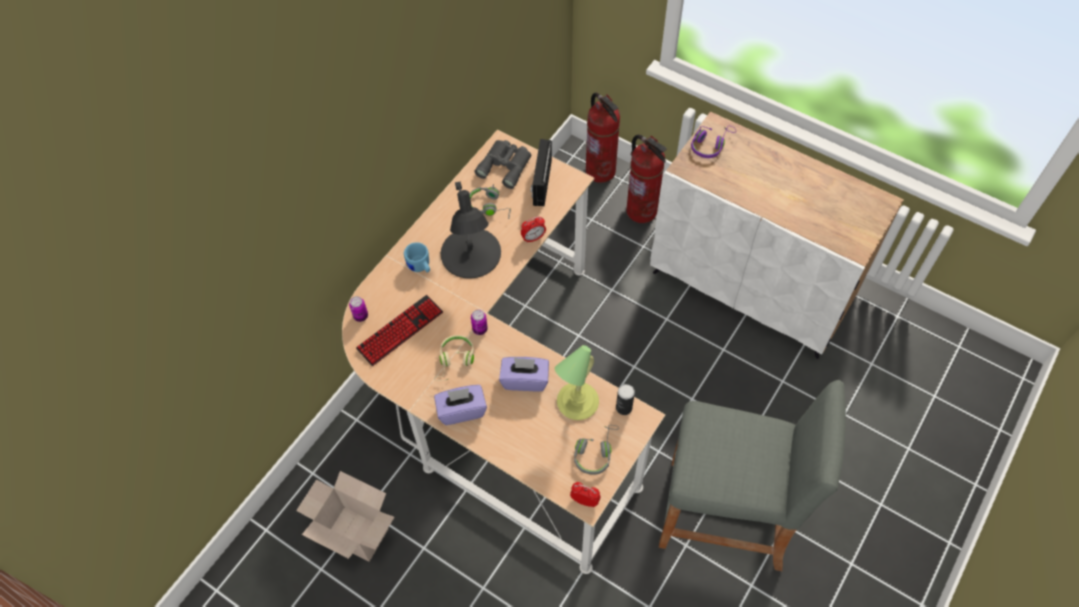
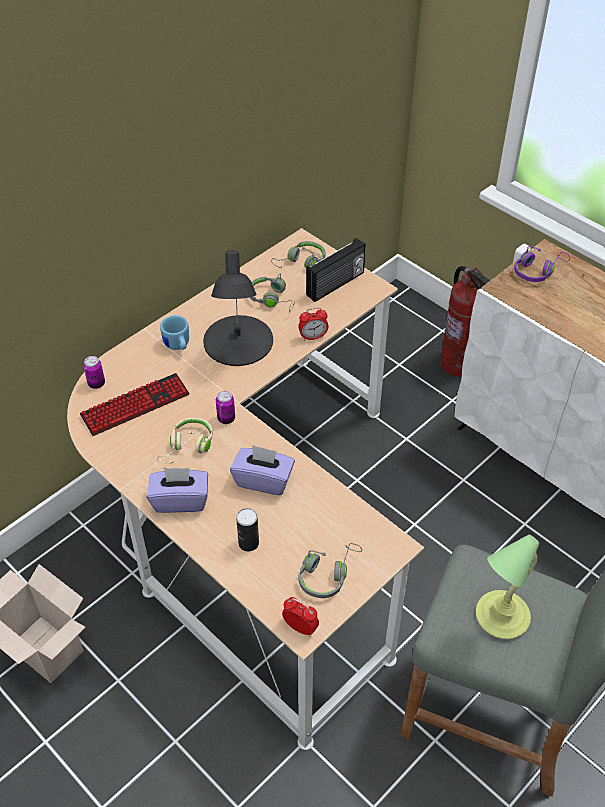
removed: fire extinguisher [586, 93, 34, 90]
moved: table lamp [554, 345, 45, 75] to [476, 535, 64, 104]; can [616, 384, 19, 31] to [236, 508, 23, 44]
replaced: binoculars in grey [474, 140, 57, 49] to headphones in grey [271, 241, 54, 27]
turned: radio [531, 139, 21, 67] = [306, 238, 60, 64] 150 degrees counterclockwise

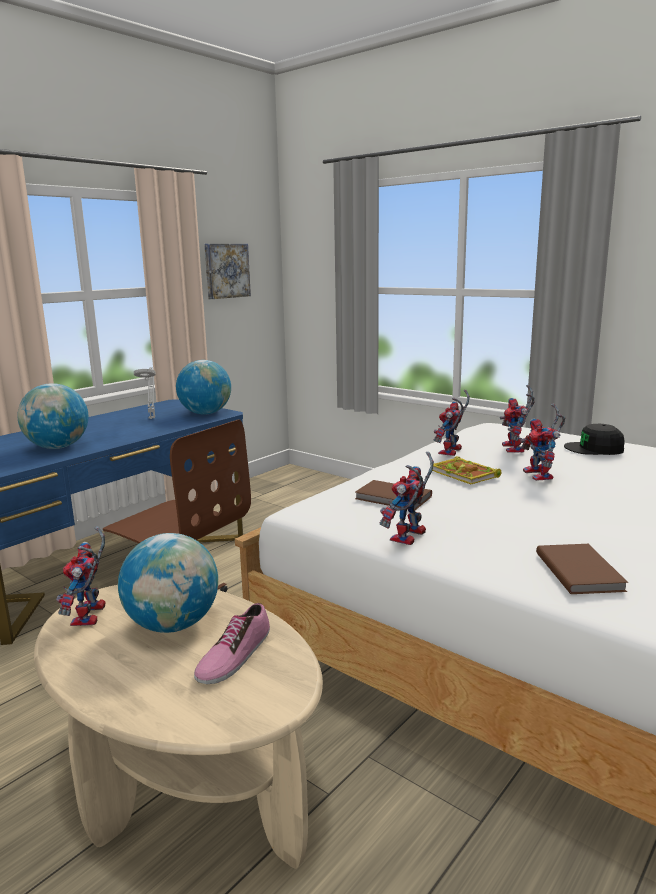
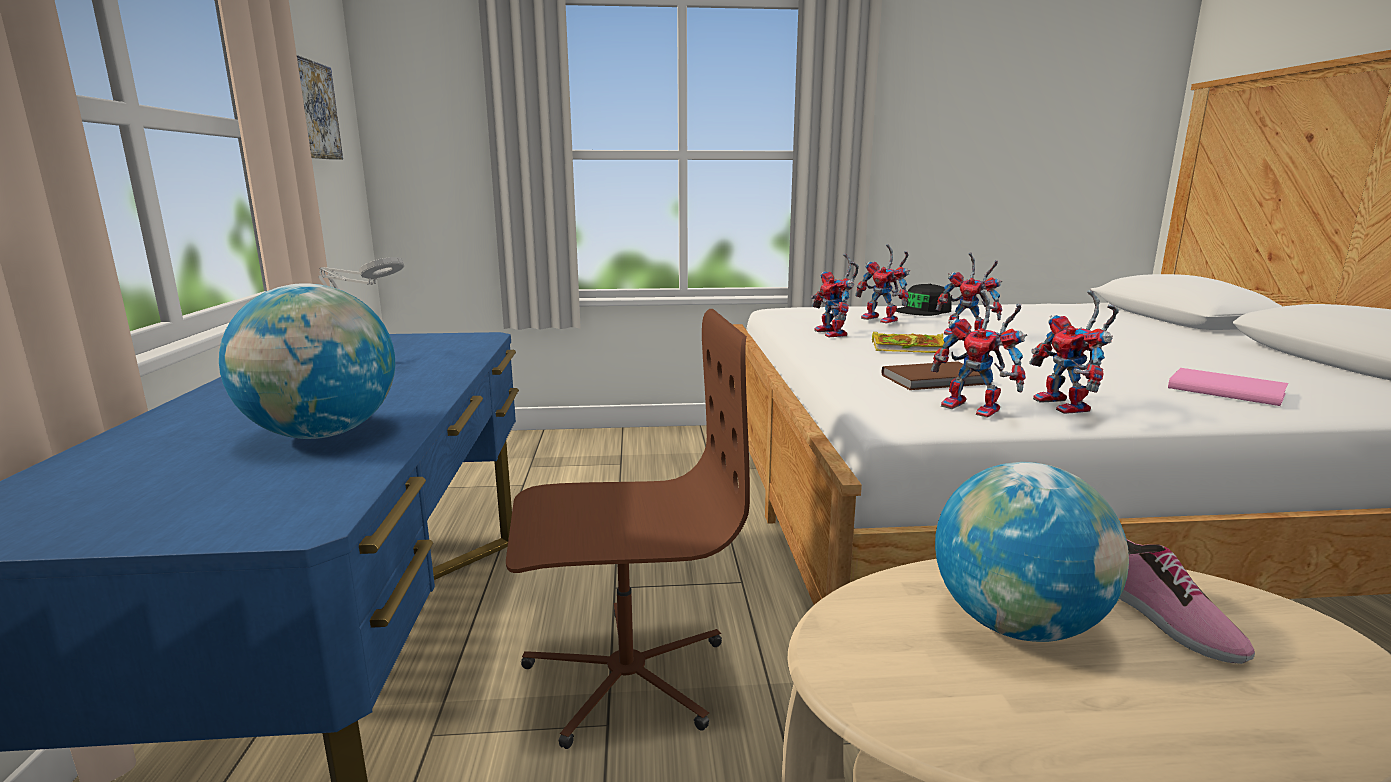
removed: globe [176, 360, 55, 55]
moved: toy robot [56, 526, 49, 100] to [931, 290, 96, 128]
recoloured: book in brown [536, 544, 92, 50] to book in pink [1168, 368, 120, 38]

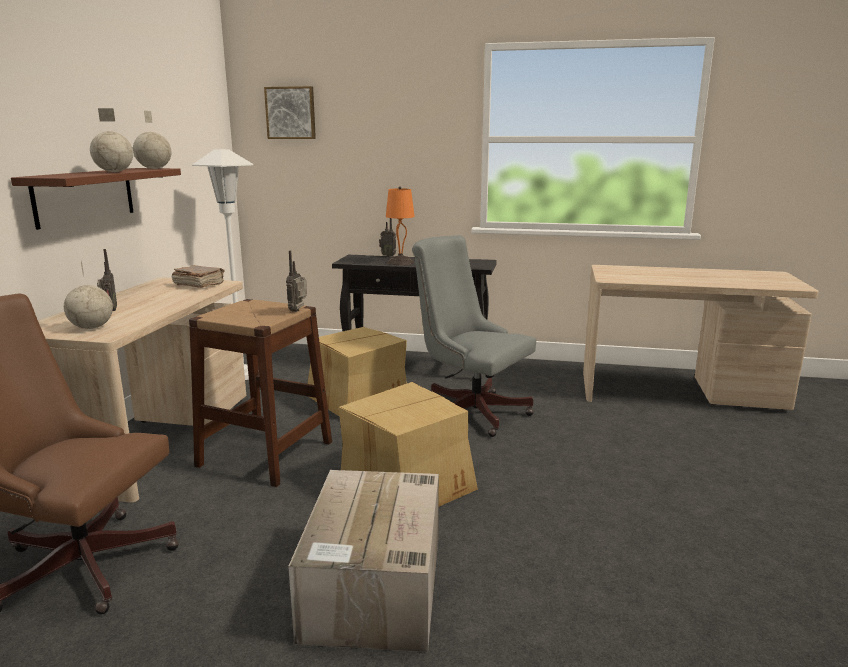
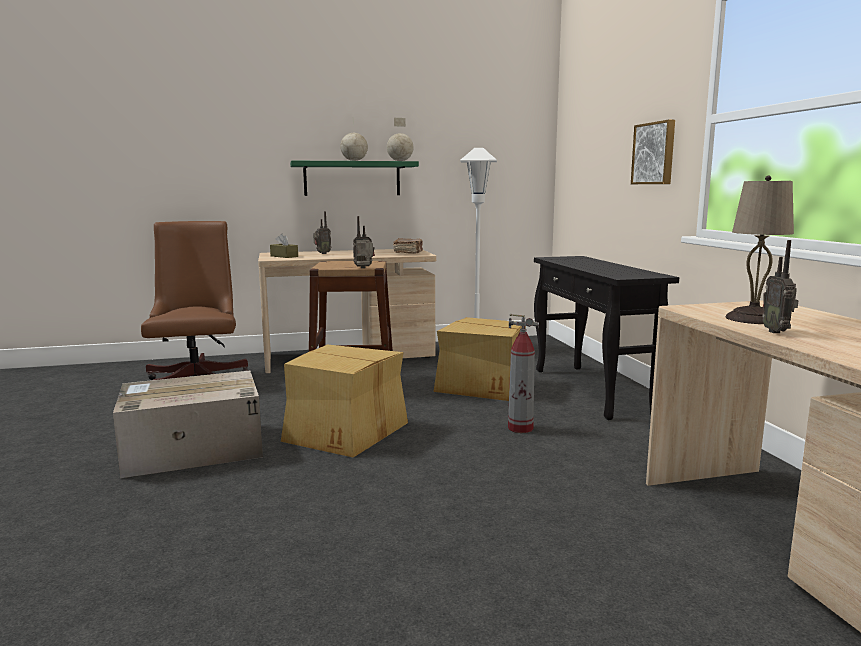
removed: table lamp in orange [386, 186, 29, 79]
added: table lamp in beige [725, 175, 69, 149]
moved: picture [264, 86, 52, 53] to [631, 120, 44, 64]; radio [379, 218, 17, 39] to [762, 240, 37, 93]
replaced: globe [64, 260, 49, 69] to tissue box in brown [270, 234, 28, 24]; office chair in grey [412, 235, 124, 202] to fire extinguisher [508, 314, 31, 119]
recoloured: shelf in brown [11, 168, 170, 62] to shelf in green [290, 161, 129, 35]

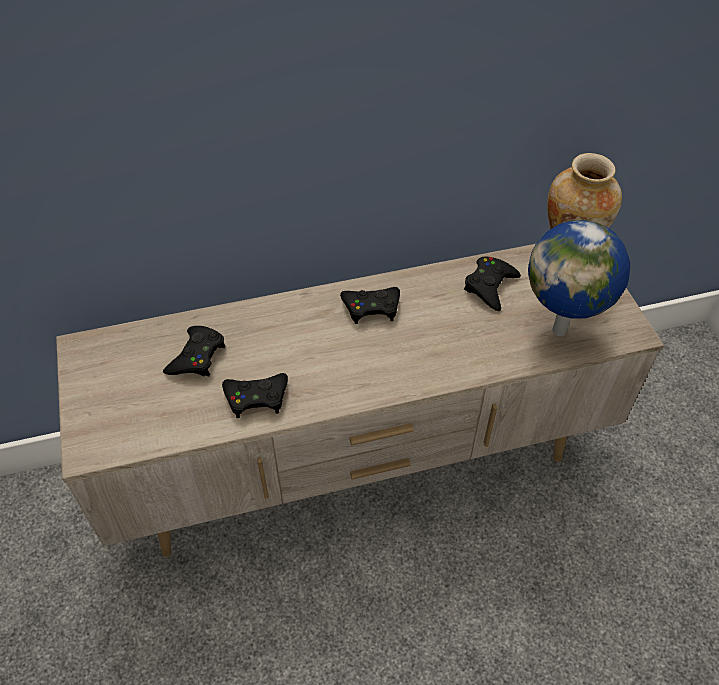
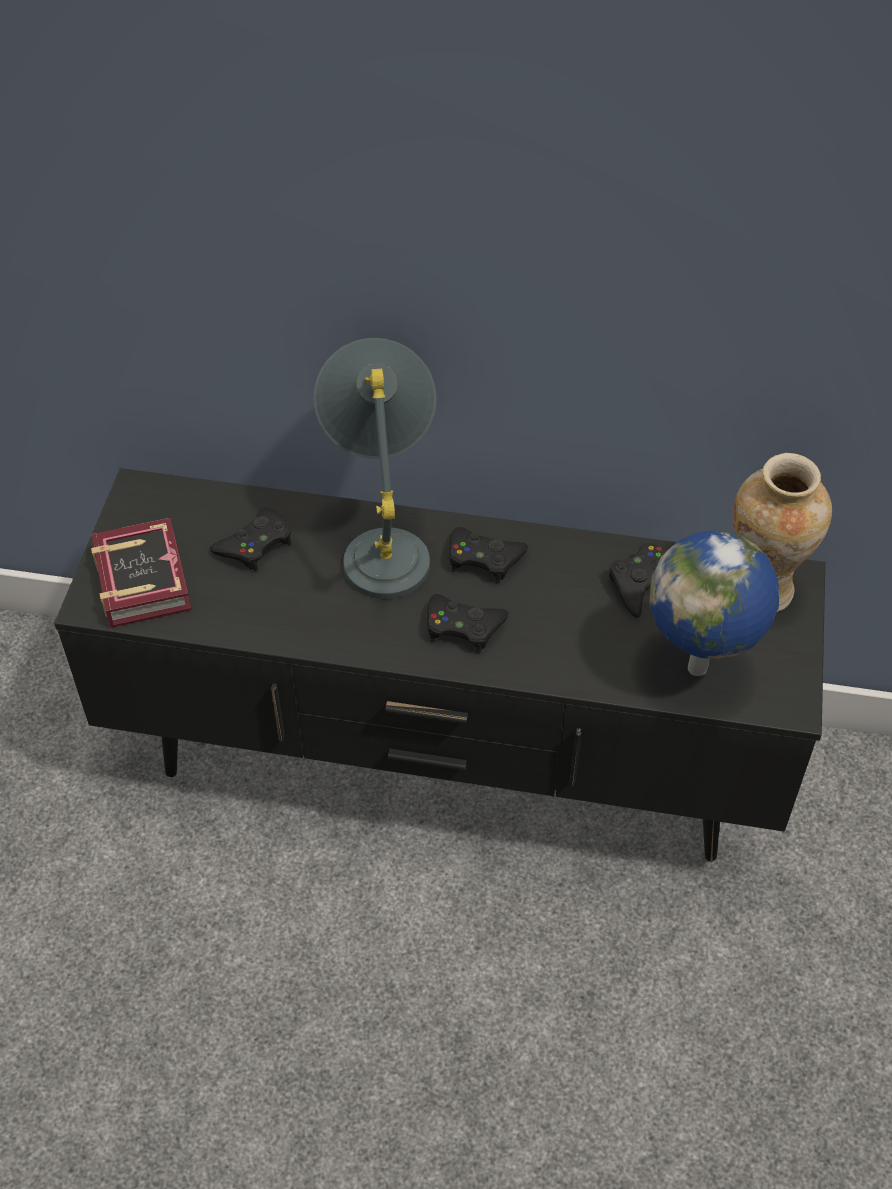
added: book [91, 518, 100, 110]; table lamp in grey [314, 338, 122, 261]
moved: game controller in black [222, 373, 66, 45] to [427, 594, 82, 59]
recoloured: tv stand in beige [56, 244, 608, 313] to tv stand in black [54, 468, 771, 393]

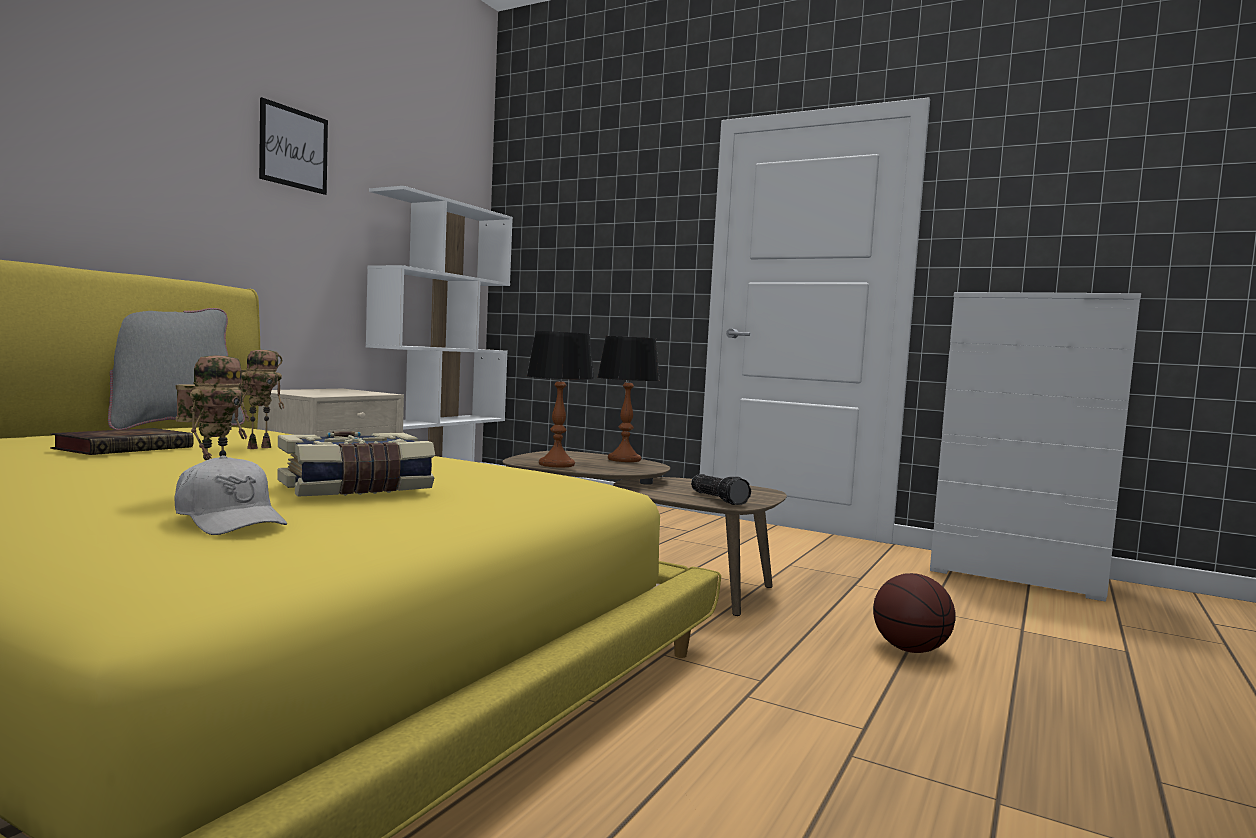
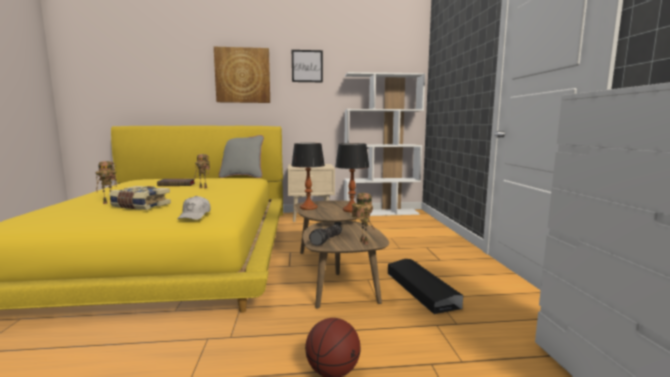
added: picture [214, 47, 56, 56]; toy robot [352, 193, 23, 52]; storage box in black [387, 259, 76, 55]
moved: cap in white [175, 455, 112, 80] to [177, 196, 34, 24]

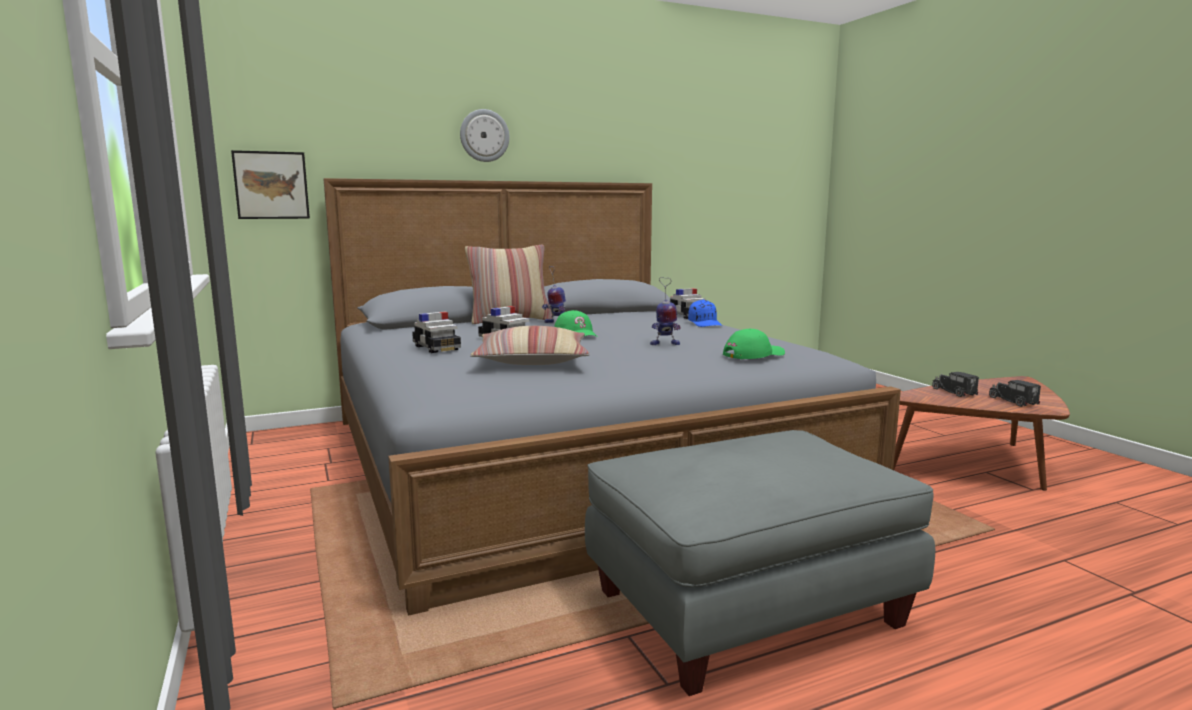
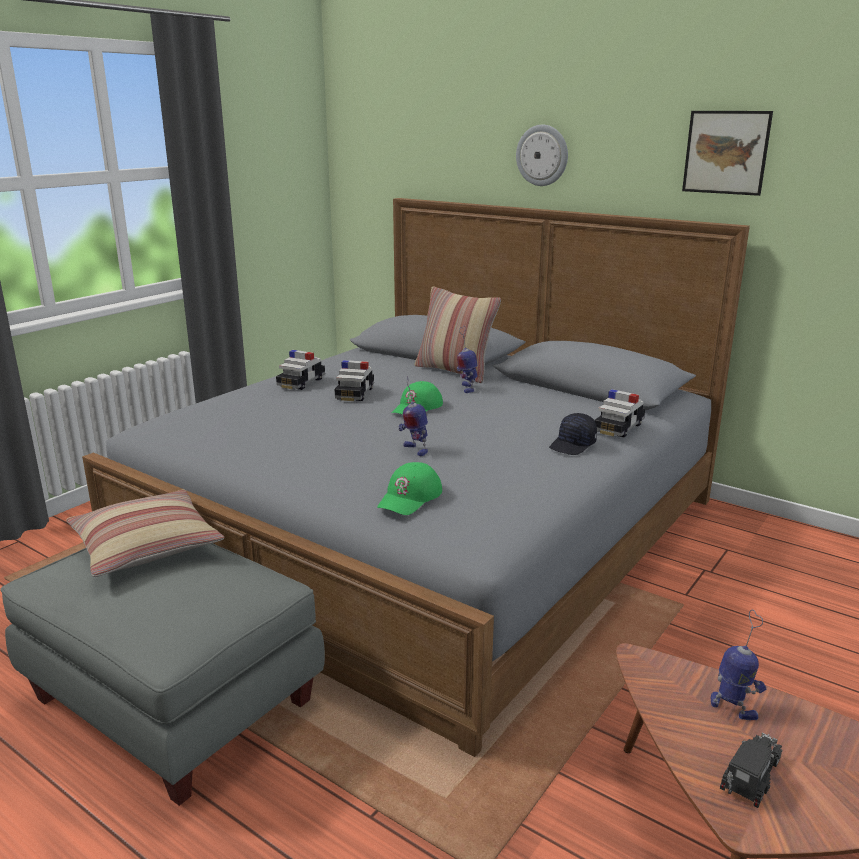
moved: picture [231, 150, 79, 69] to [682, 111, 91, 85]; pillow [470, 326, 120, 39] to [66, 489, 158, 88]
replaced: toy truck [932, 372, 47, 25] to toy robot [711, 610, 55, 110]
recoloured: cap in blue [688, 300, 34, 27] to cap in black [549, 413, 48, 42]
turned: cap in green [723, 329, 62, 30] = [377, 462, 65, 53] 90 degrees clockwise

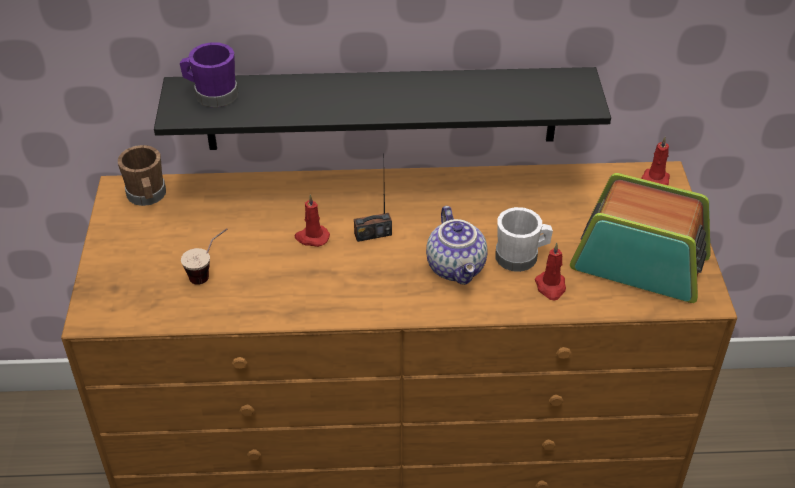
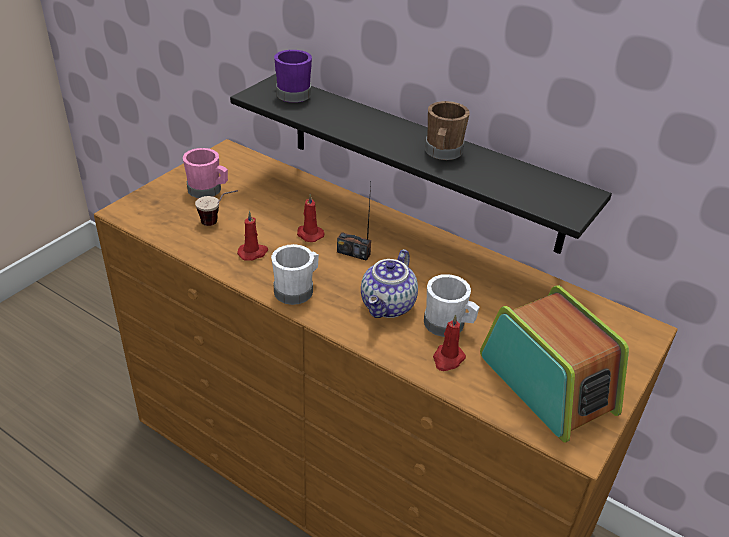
added: mug in pink [183, 148, 45, 50]; mug in white [271, 244, 48, 61]
moved: mug in brown [118, 145, 48, 61] to [425, 101, 44, 59]; candle in red [641, 137, 29, 48] to [237, 211, 31, 50]

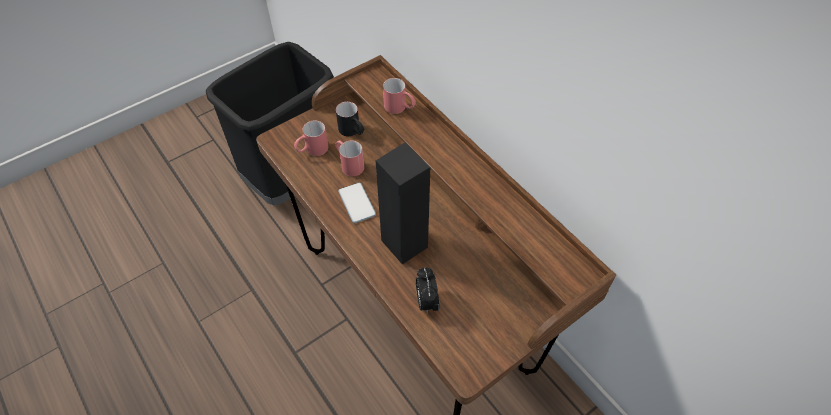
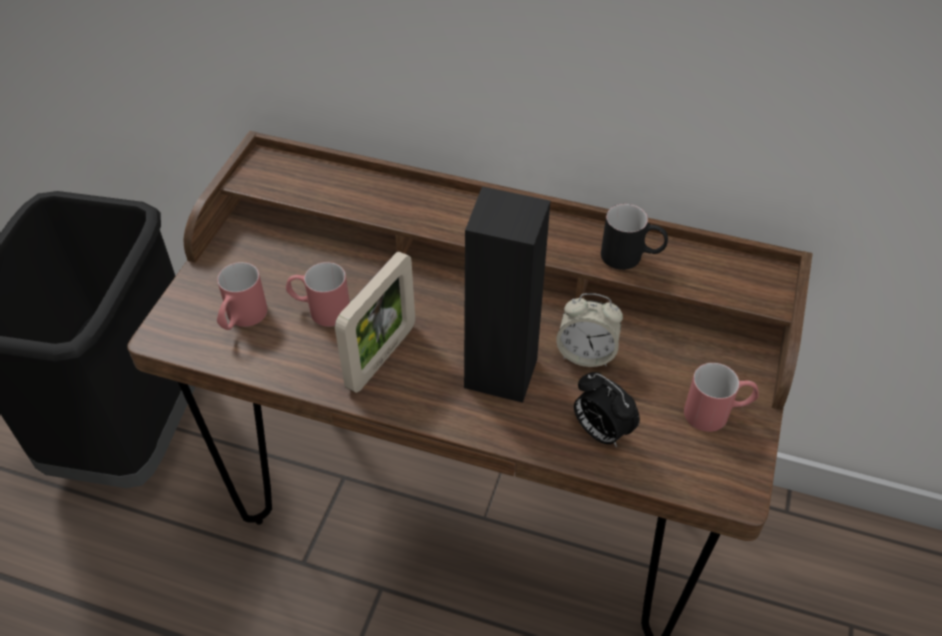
added: alarm clock [556, 293, 67, 74]
moved: mug in black [336, 102, 28, 34] to [601, 204, 67, 66]; mug in red [383, 78, 33, 36] to [684, 363, 75, 69]
replaced: phone [338, 183, 38, 40] to picture frame [335, 251, 80, 142]

